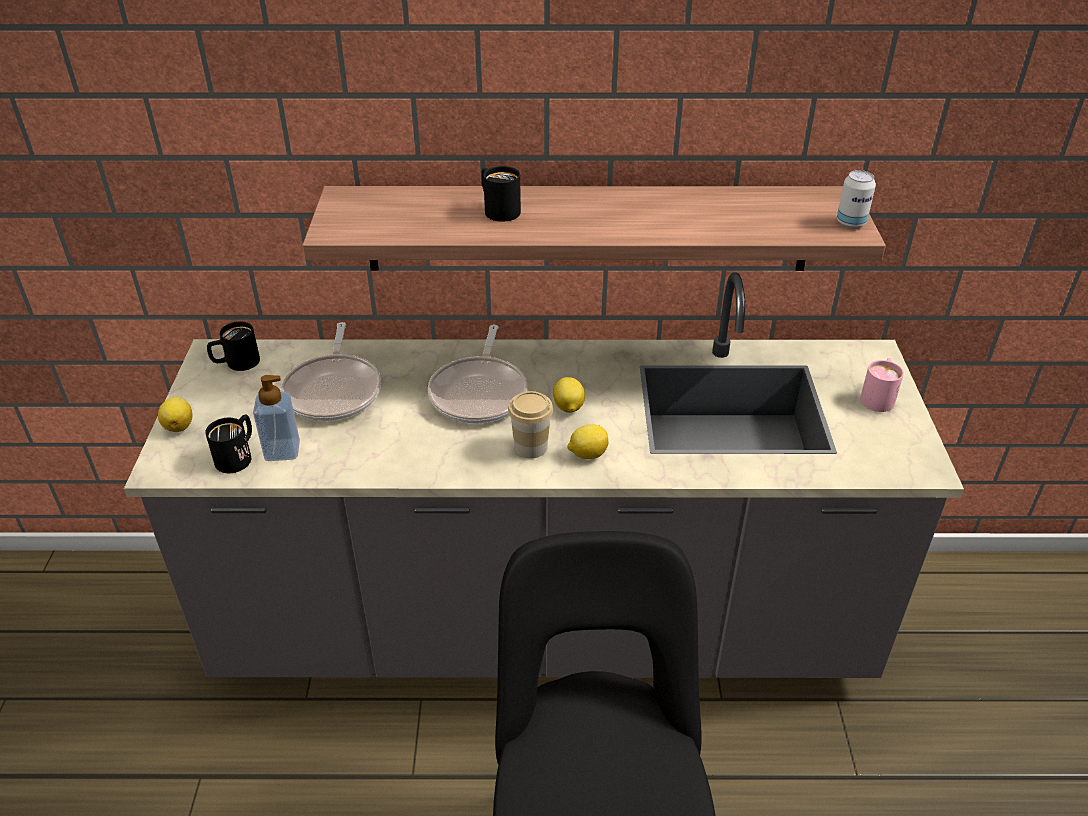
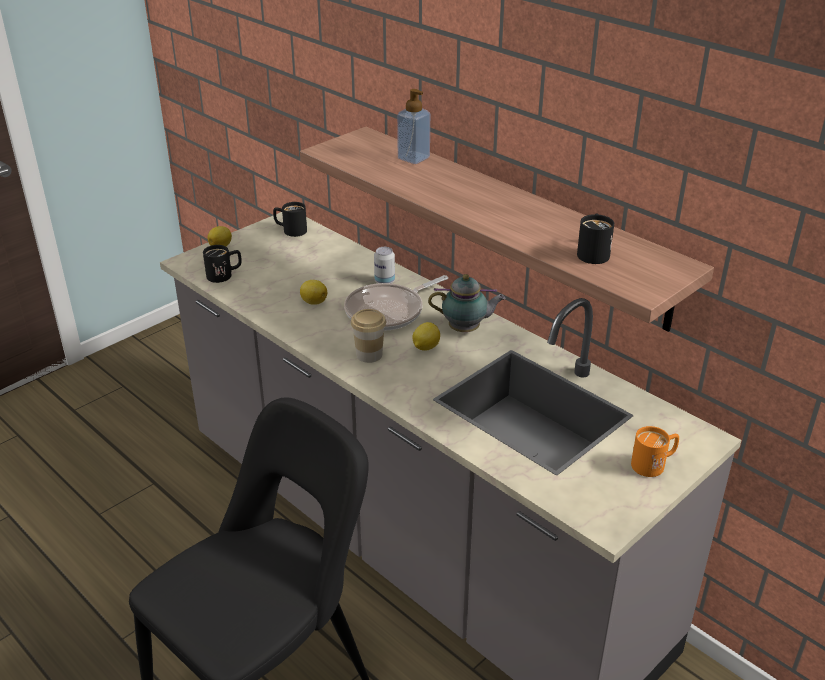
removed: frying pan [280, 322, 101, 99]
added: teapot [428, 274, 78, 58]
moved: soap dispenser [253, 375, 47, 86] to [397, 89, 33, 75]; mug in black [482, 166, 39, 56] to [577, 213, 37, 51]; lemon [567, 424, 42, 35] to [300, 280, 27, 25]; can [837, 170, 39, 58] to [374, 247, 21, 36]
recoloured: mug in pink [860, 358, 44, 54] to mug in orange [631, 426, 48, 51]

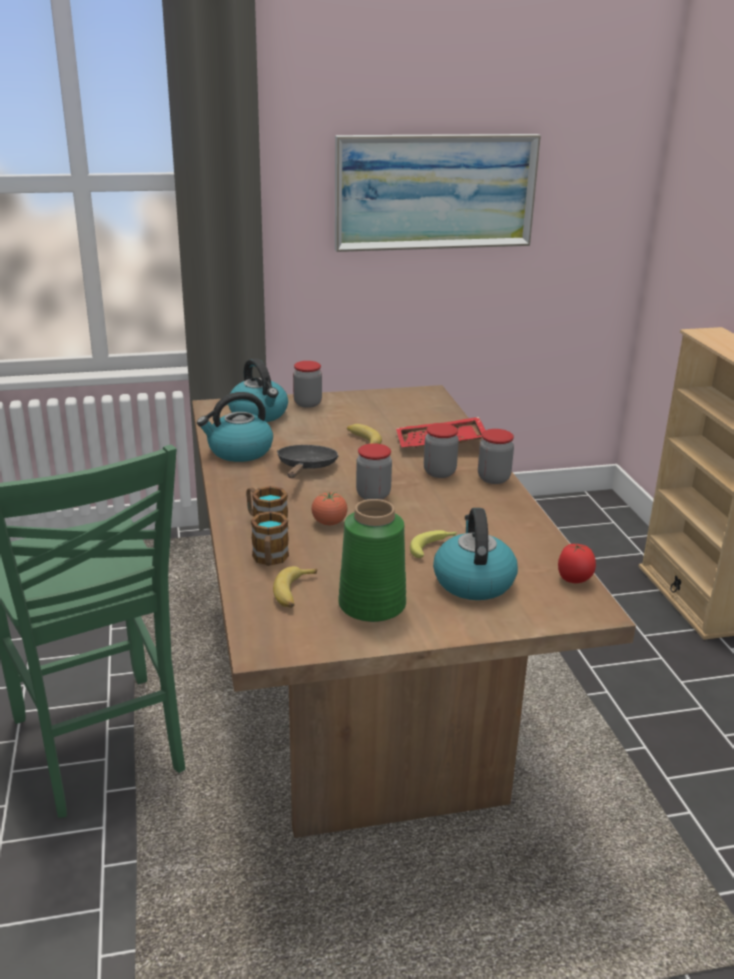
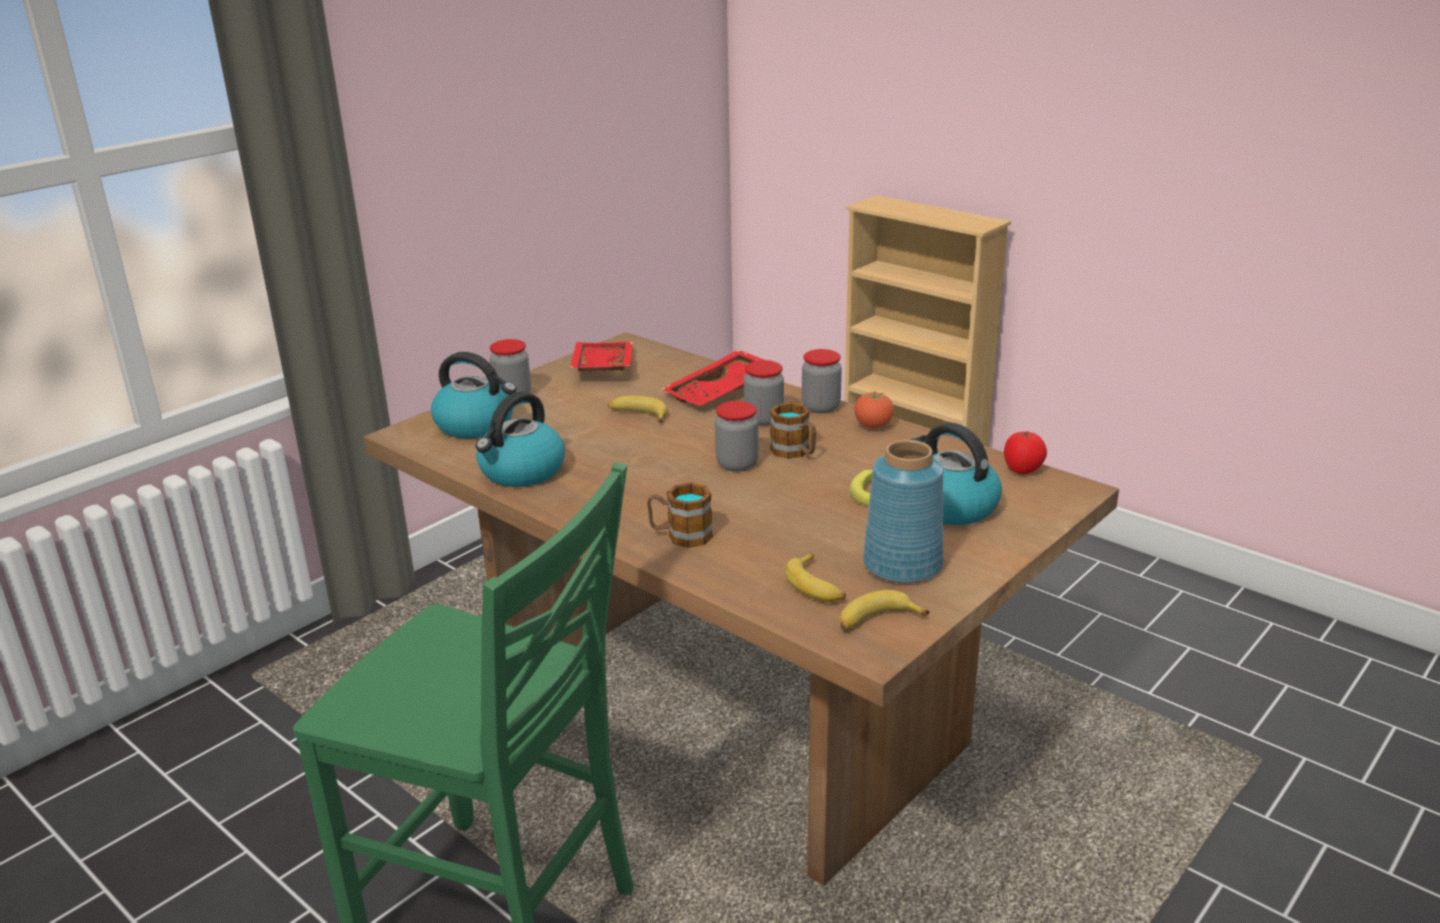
removed: frying pan in black [277, 445, 62, 33]; picture [335, 134, 206, 118]
added: tray in red [570, 342, 63, 30]; banana [839, 590, 91, 40]
moved: mug [251, 511, 38, 55] to [770, 402, 46, 57]; tomato [311, 492, 37, 33] to [854, 391, 40, 37]
recoloured: vase in green [338, 499, 68, 123] to vase in blue [863, 440, 81, 143]

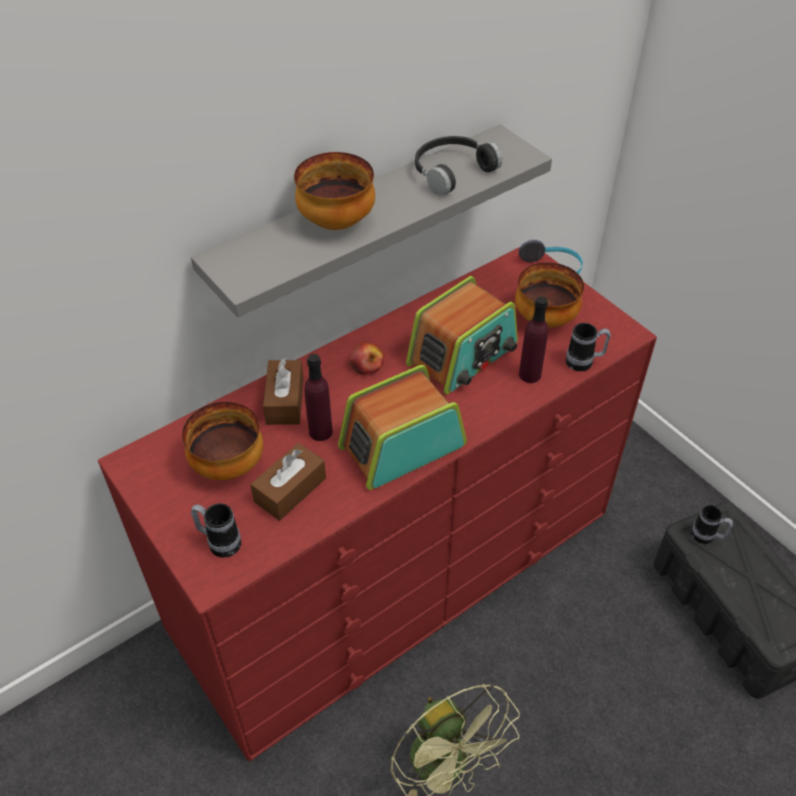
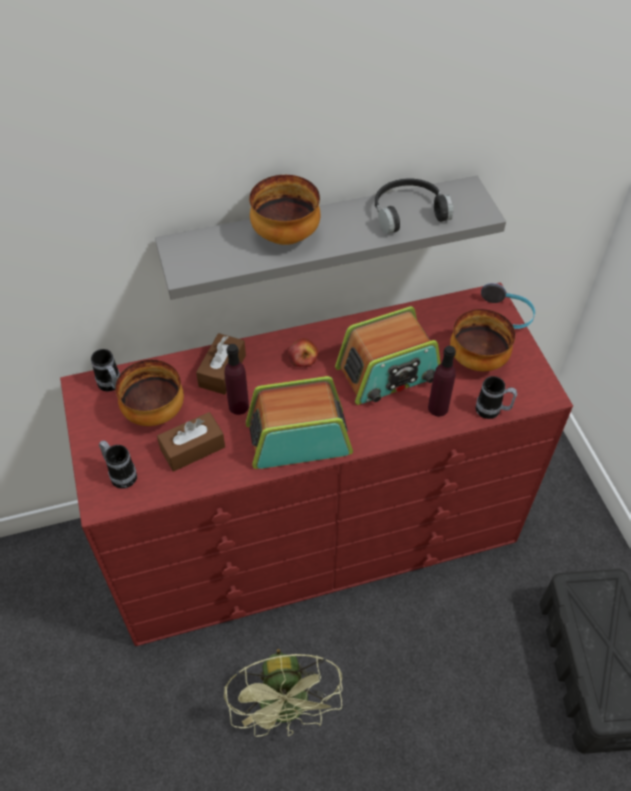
moved: mug [691, 505, 42, 39] to [91, 349, 29, 43]

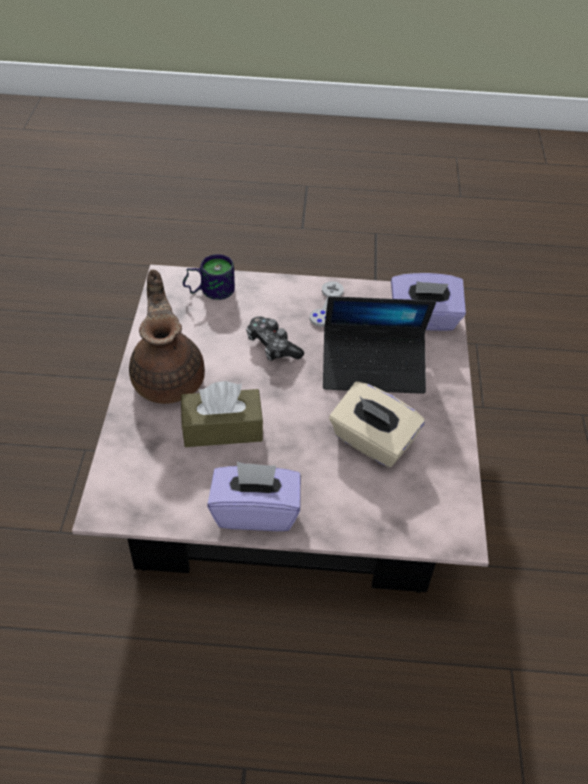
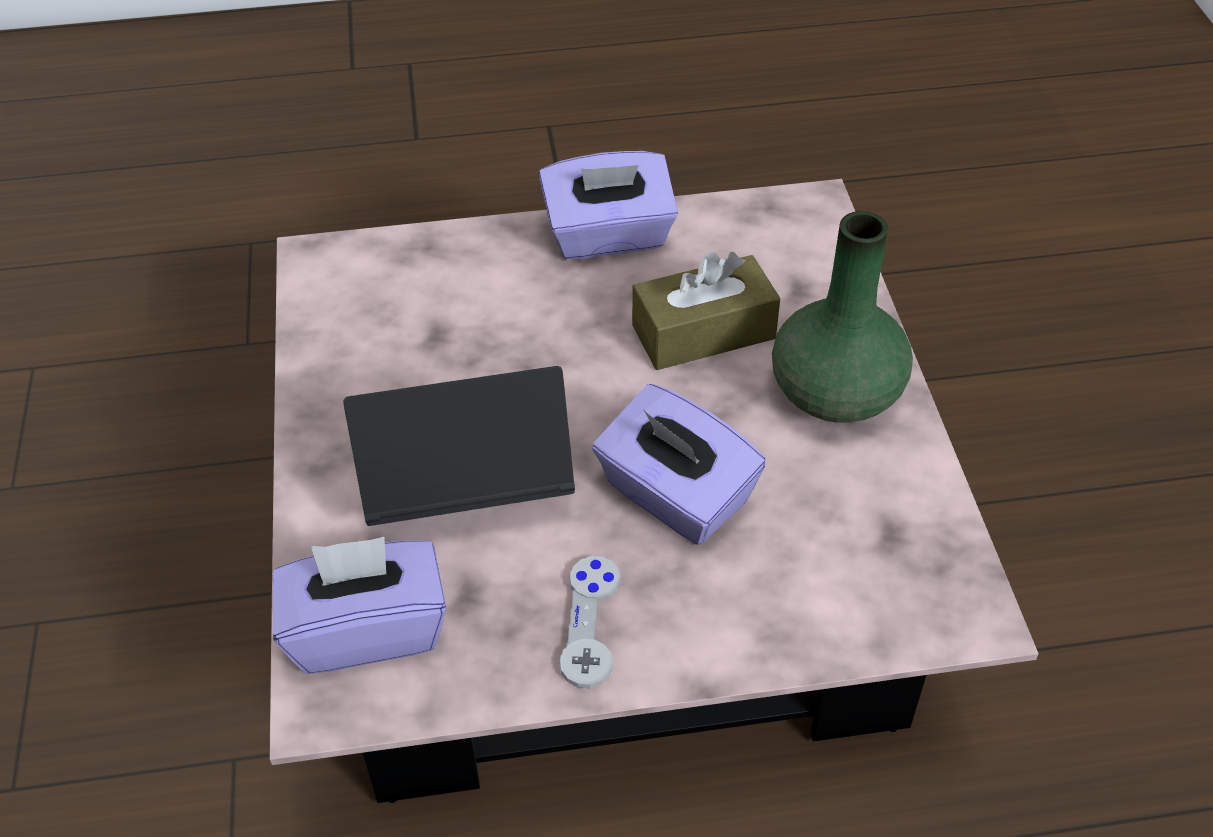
removed: mug [183, 254, 52, 46]; tissue box in beige [329, 381, 96, 87]
replaced: teapot in brown [129, 270, 76, 134] to vase in green [772, 211, 141, 212]; game controller [246, 316, 58, 45] to tissue box in purple [592, 384, 174, 161]

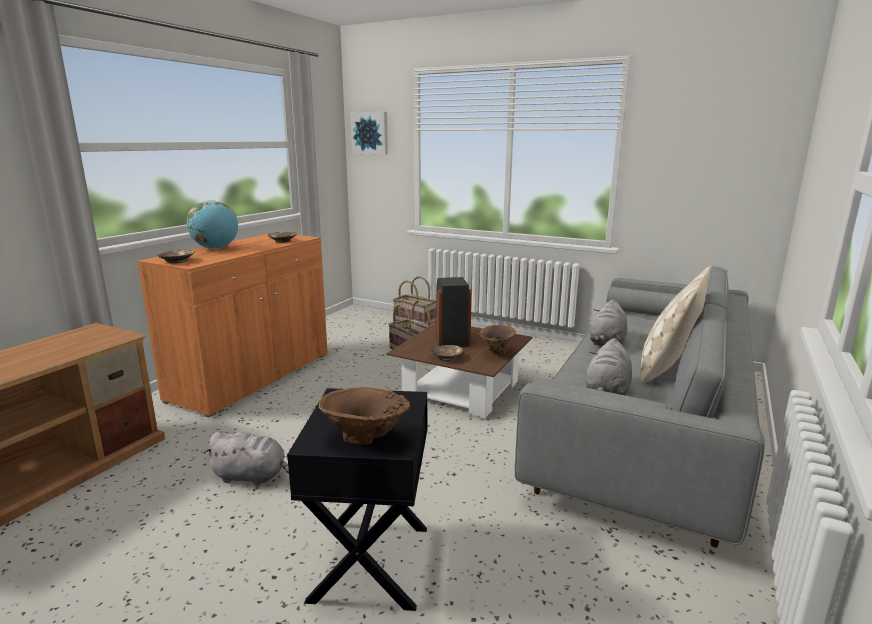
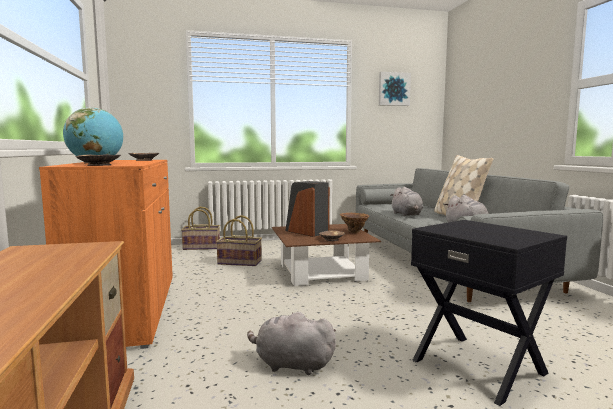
removed: vase in brown [319, 387, 91, 58]
moved: picture [350, 112, 38, 43] to [379, 72, 32, 34]
turned: plush toy in grey [204, 432, 85, 54] = [247, 312, 89, 63] 135 degrees counterclockwise

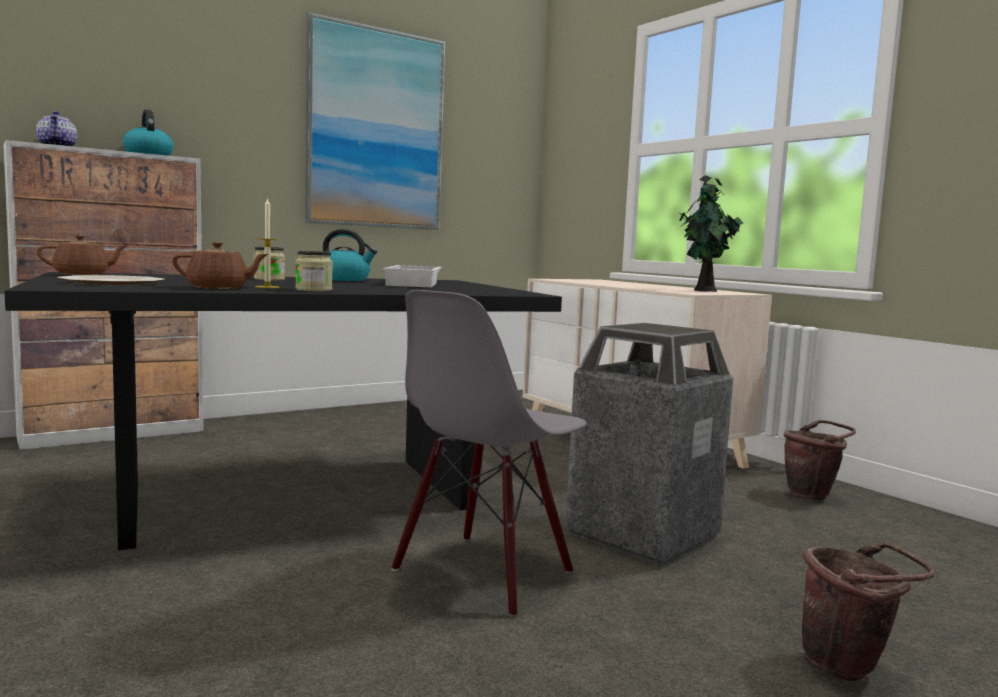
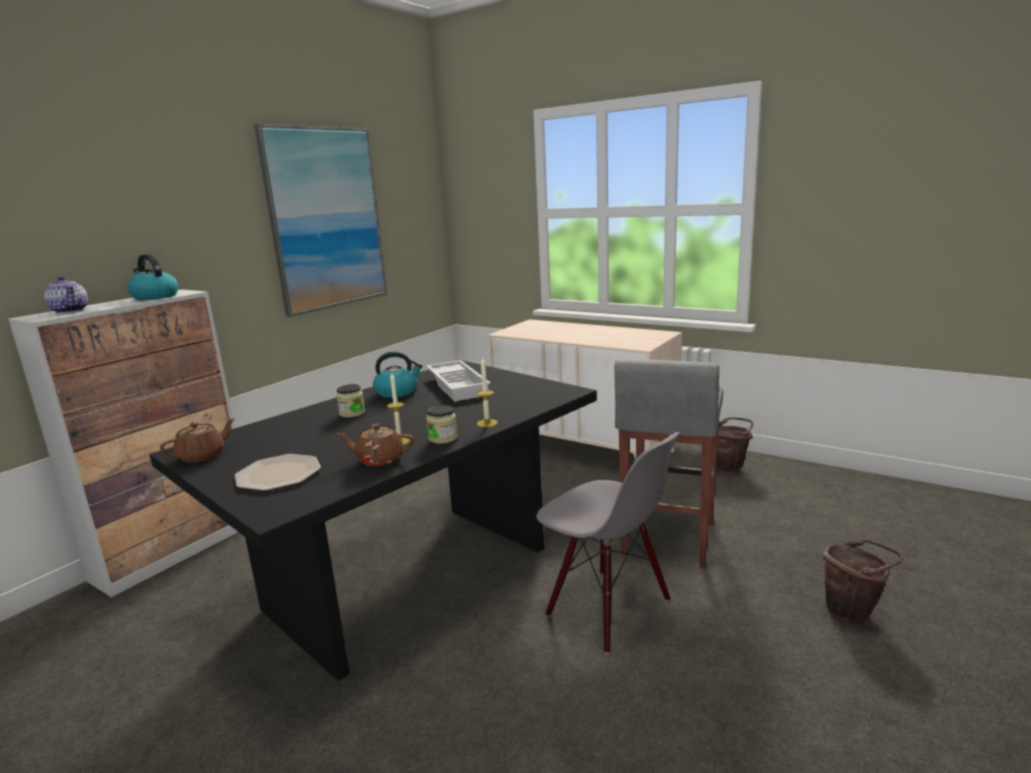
removed: potted plant [679, 175, 64, 117]
added: candle [476, 357, 22, 70]
replaced: trash can [565, 323, 168, 243] to stool in grey [614, 359, 109, 209]
turned: teapot in brown [172, 242, 96, 47] = [336, 424, 78, 43] 150 degrees counterclockwise; chair in grey [391, 290, 196, 327] = [536, 432, 144, 222] 60 degrees counterclockwise

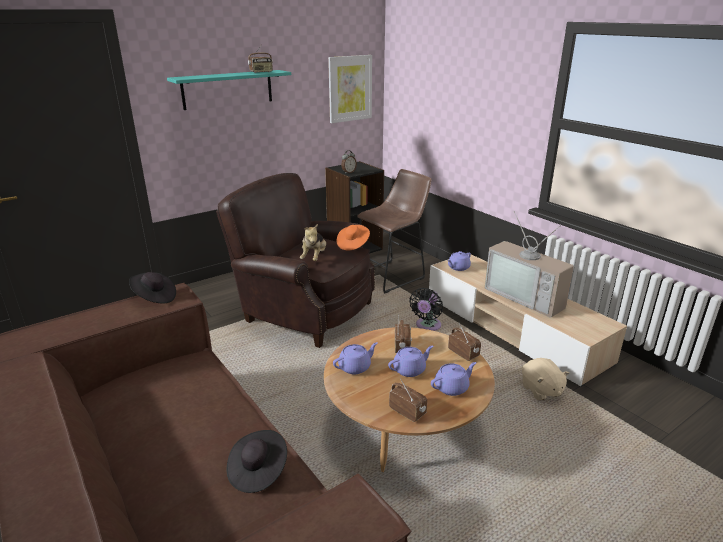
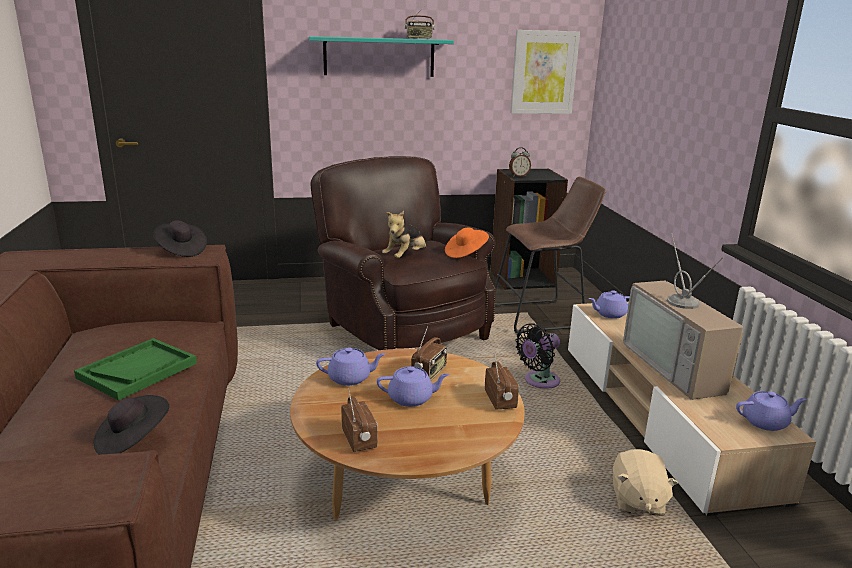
added: tray in green [74, 338, 123, 62]
moved: teapot in purple [431, 362, 45, 34] to [736, 391, 71, 40]

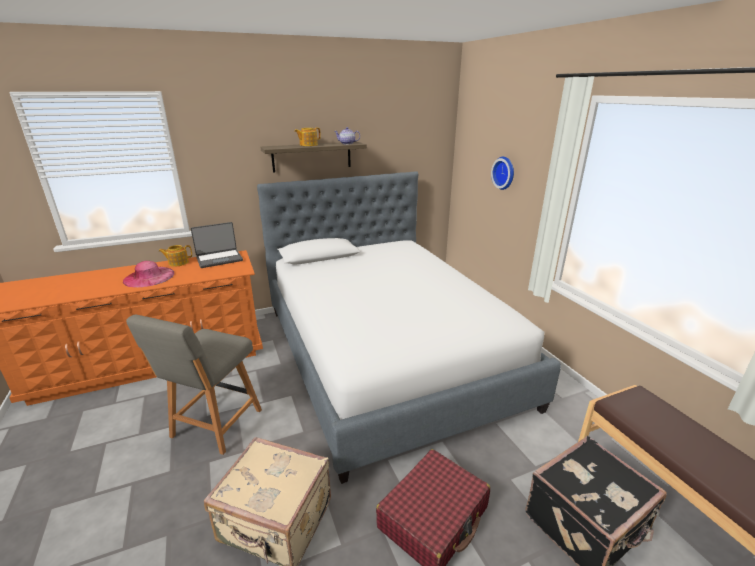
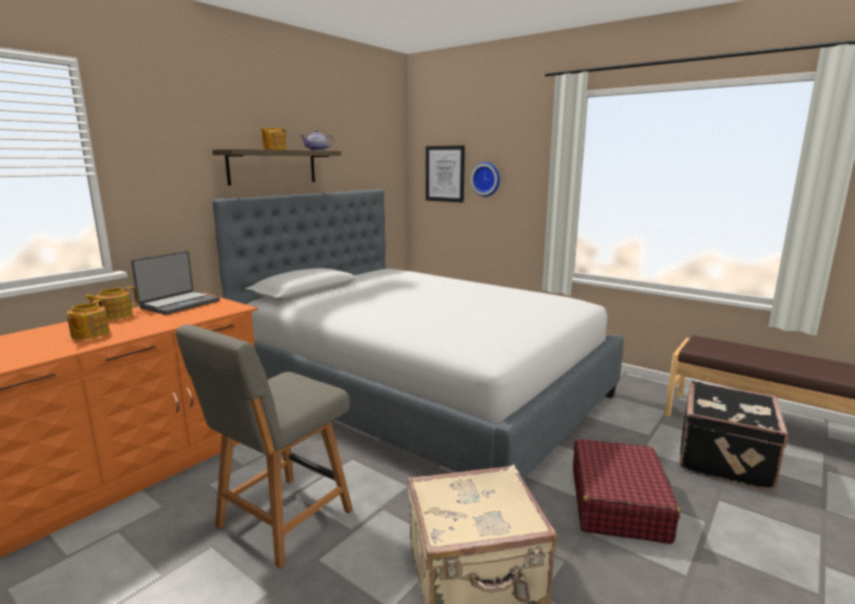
added: picture [426, 145, 39, 58]
replaced: hat in pink [123, 261, 51, 26] to teapot [67, 300, 43, 39]
turned: chair in grey [126, 315, 136, 140] = [176, 324, 177, 245] 45 degrees clockwise

